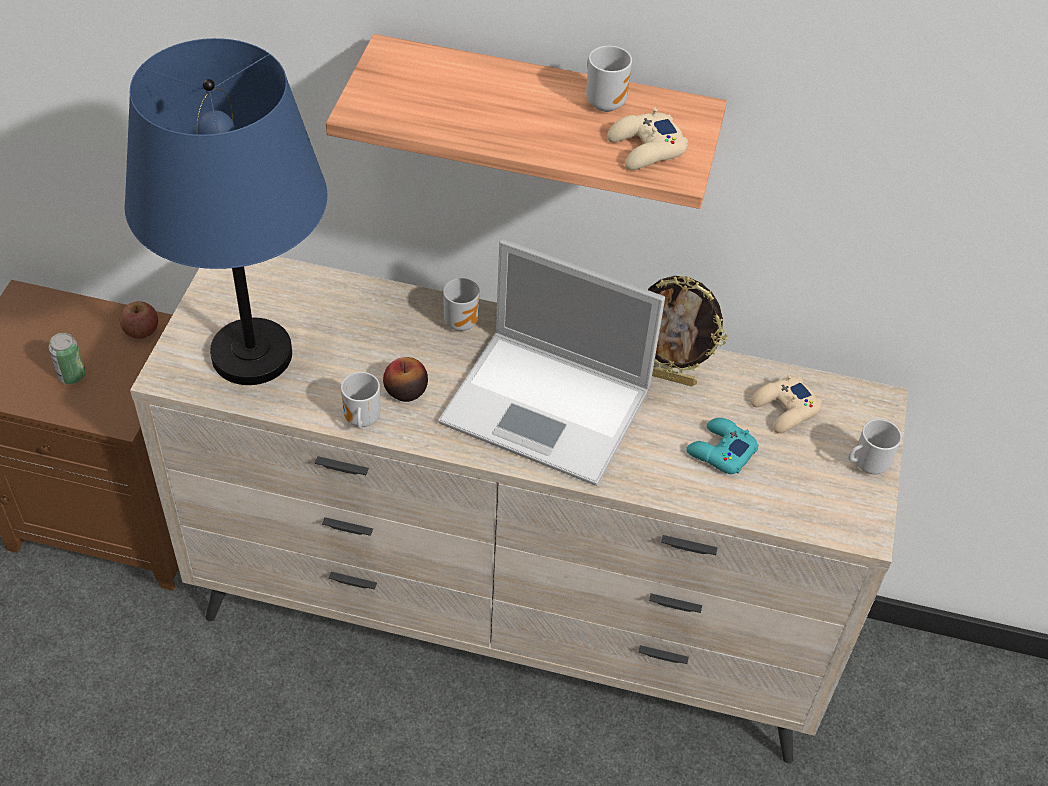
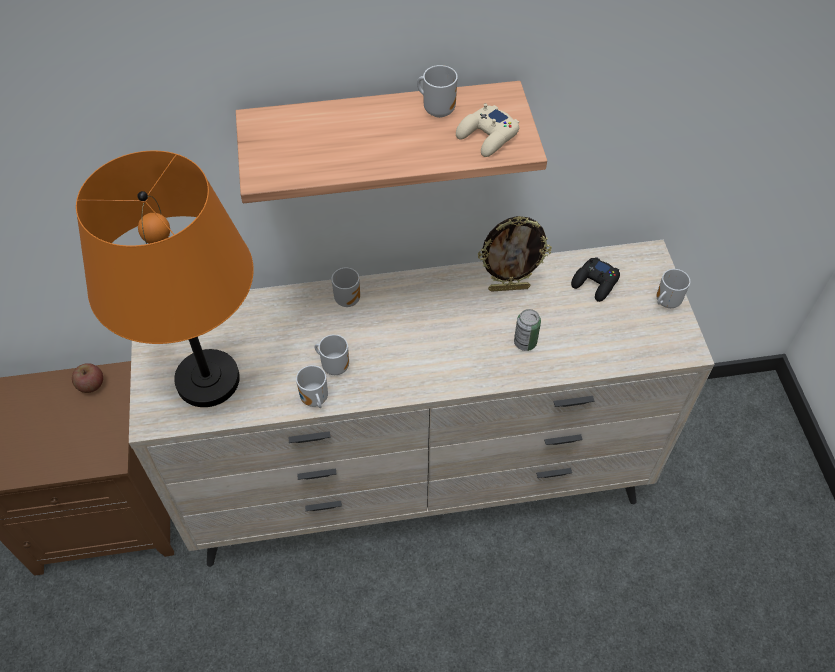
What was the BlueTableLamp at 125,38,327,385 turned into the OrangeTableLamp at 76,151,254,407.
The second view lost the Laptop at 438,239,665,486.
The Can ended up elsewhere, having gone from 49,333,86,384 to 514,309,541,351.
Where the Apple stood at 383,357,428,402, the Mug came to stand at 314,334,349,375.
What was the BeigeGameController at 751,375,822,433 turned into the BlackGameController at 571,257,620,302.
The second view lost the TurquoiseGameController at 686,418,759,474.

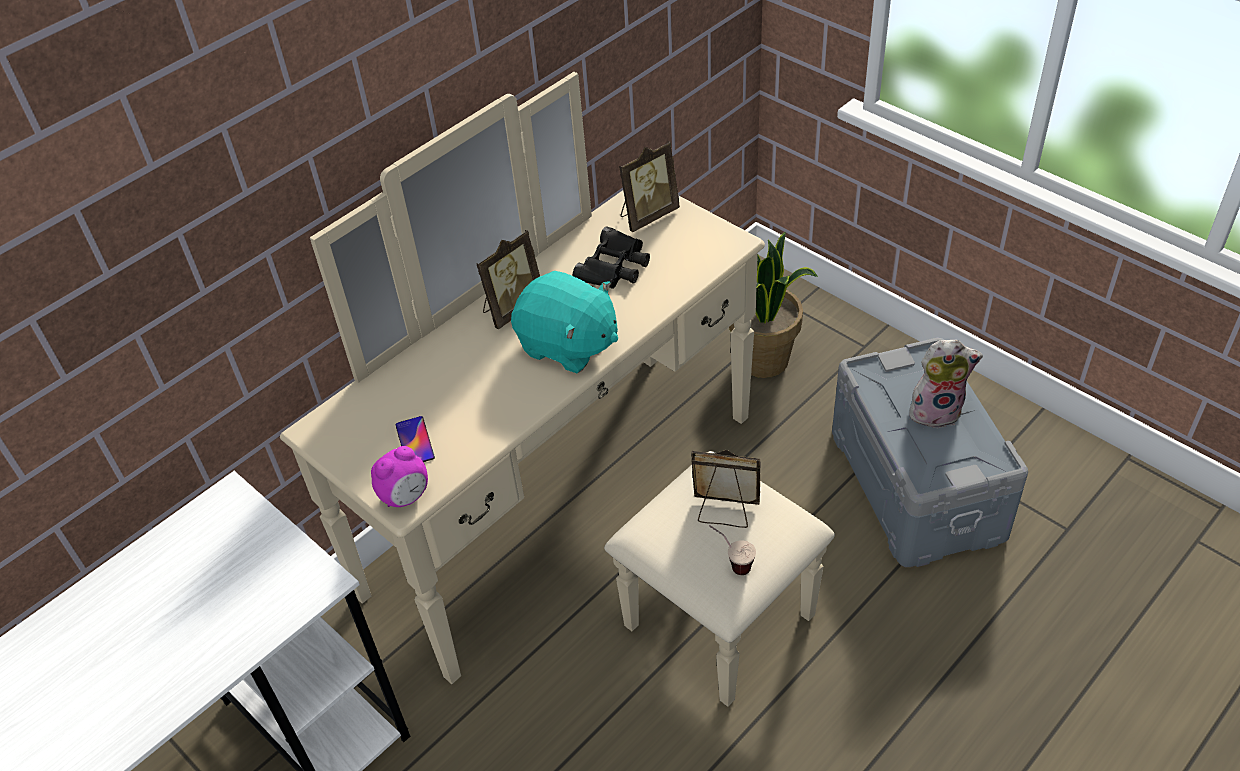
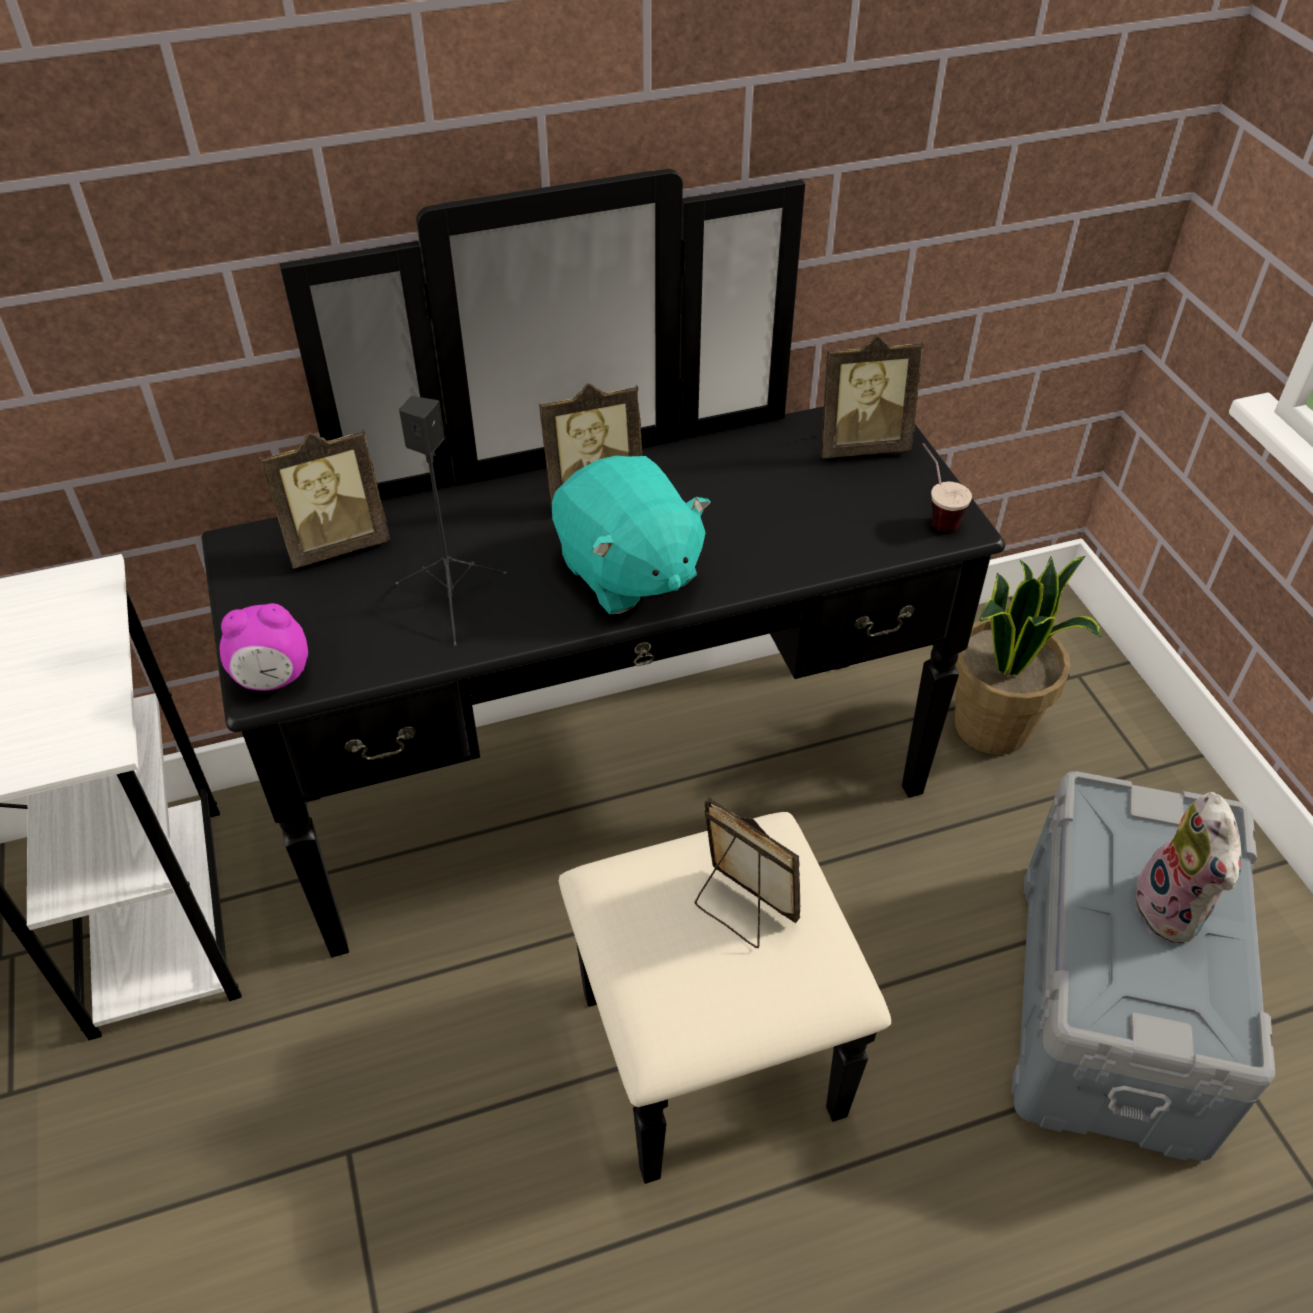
What was the BeigeDresser at 280,72,835,707 turned into the BlackDresser at 201,169,1005,1184.
The second view lost the BlackBinoculars at 573,226,650,289.
The PlushToy at 909,340,983,428 ended up facing another way, 60 degrees clockwise from before.
The second view lost the Phone at 396,416,435,462.
The Cup ended up elsewhere, having gone from 709,525,756,575 to 922,443,972,532.
The second view gained the BlackSpeaker at 395,396,507,647.
The second view gained the PictureFrame at 260,430,390,569.

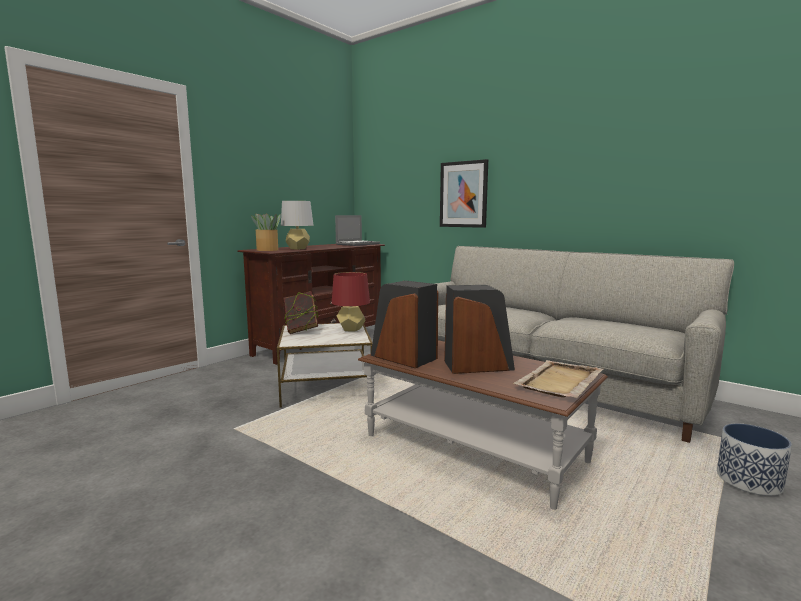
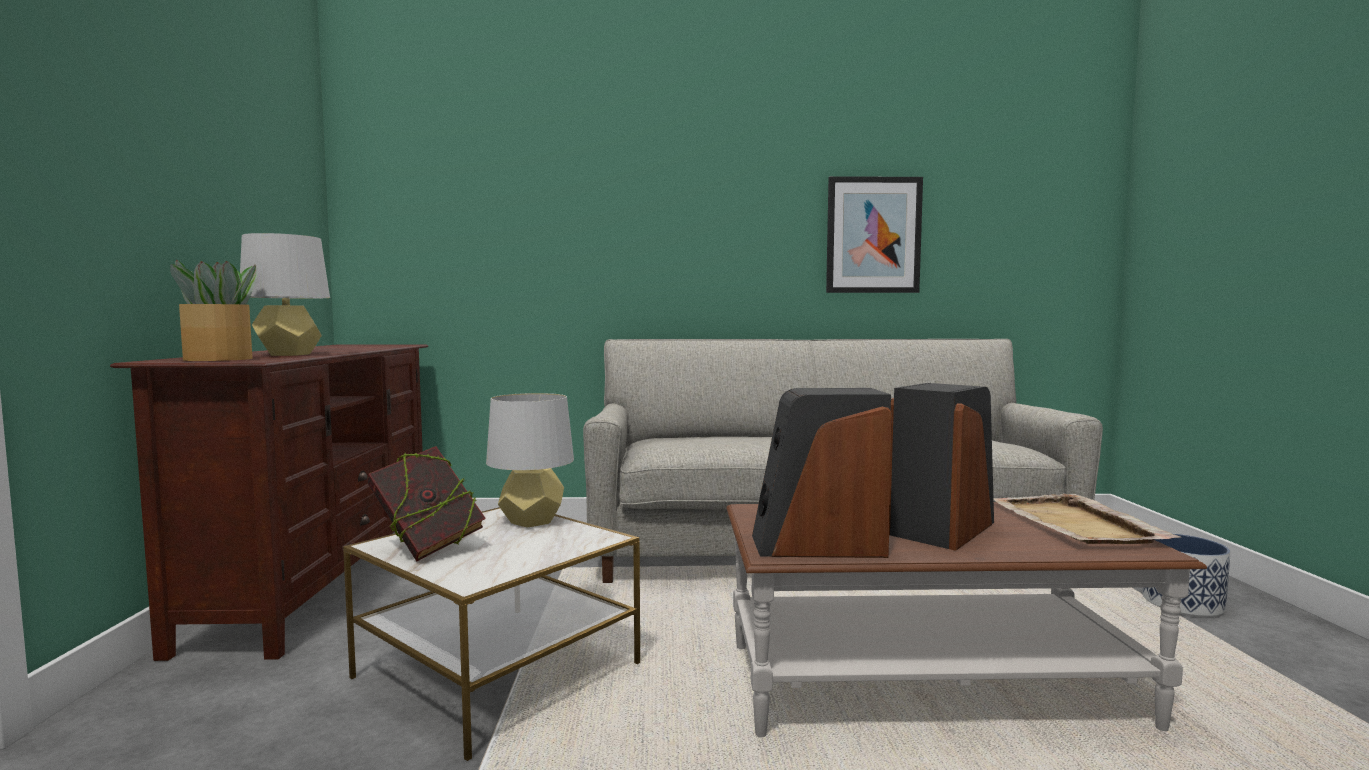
The Picture ended up elsewhere, having gone from 440,159,488,228 to 826,176,923,293.
The second view lost the Laptop at 335,215,380,246.
What was the RedTableLamp at 332,272,370,331 turned into the GreyTableLamp at 486,393,574,528.

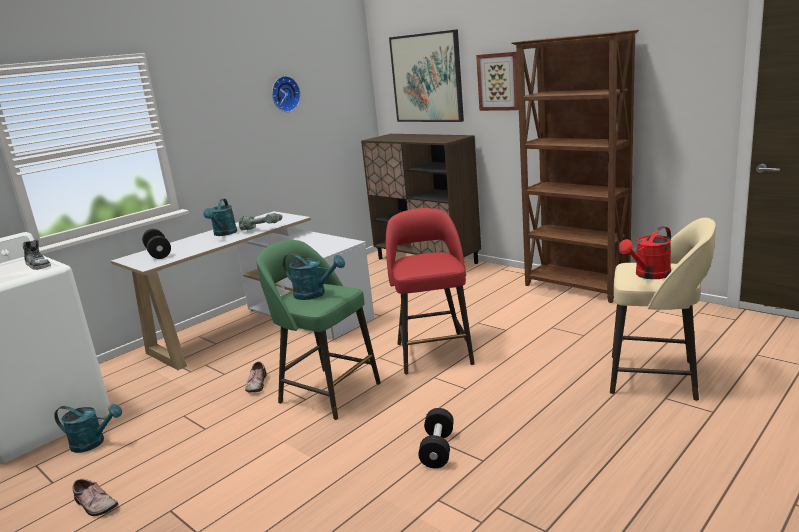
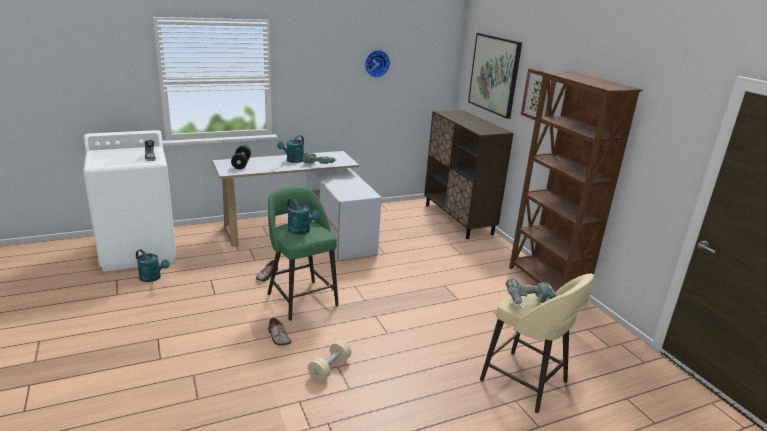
The second view lost the RedStool at 386,208,475,374.
Where the RedWateringCan stood at 619,226,671,279, the PowerDrill came to stand at 506,278,556,308.
What was the BlackDumbbell at 418,408,454,468 turned into the BeigeDumbbell at 308,340,351,381.
The Shoe ended up elsewhere, having gone from 72,479,119,516 to 268,318,291,346.

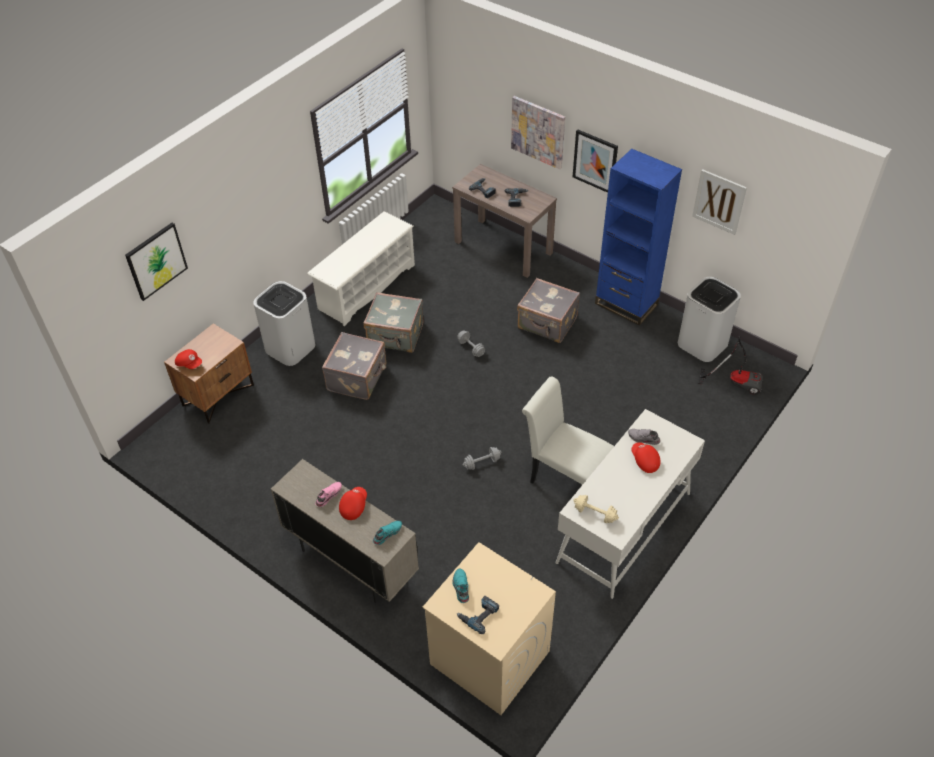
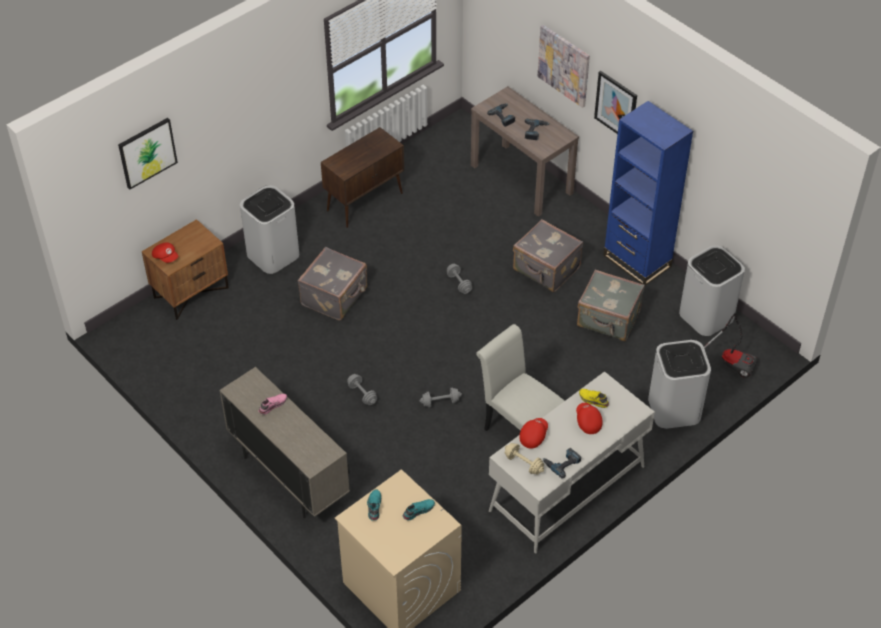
The second view lost the Picture at 692,169,747,235.
Where the WhiteShoeRack stood at 307,211,415,326, the BrownCabinet came to stand at 321,127,404,228.
The GreySuitcase ended up elsewhere, having gone from 364,292,424,353 to 577,270,645,341.
What was the GreyShoe at 628,429,660,445 turned into the YellowShoe at 579,389,609,408.
The RedCap ended up elsewhere, having gone from 339,487,367,520 to 519,418,548,449.
The TurquoiseShoe ended up elsewhere, having gone from 373,521,402,545 to 403,499,435,520.
The PowerDrill ended up elsewhere, having gone from 457,596,499,634 to 543,448,581,479.
The second view gained the WhiteTrashCan at 648,340,711,429.
The second view gained the GreyDumbbell at 347,374,377,405.

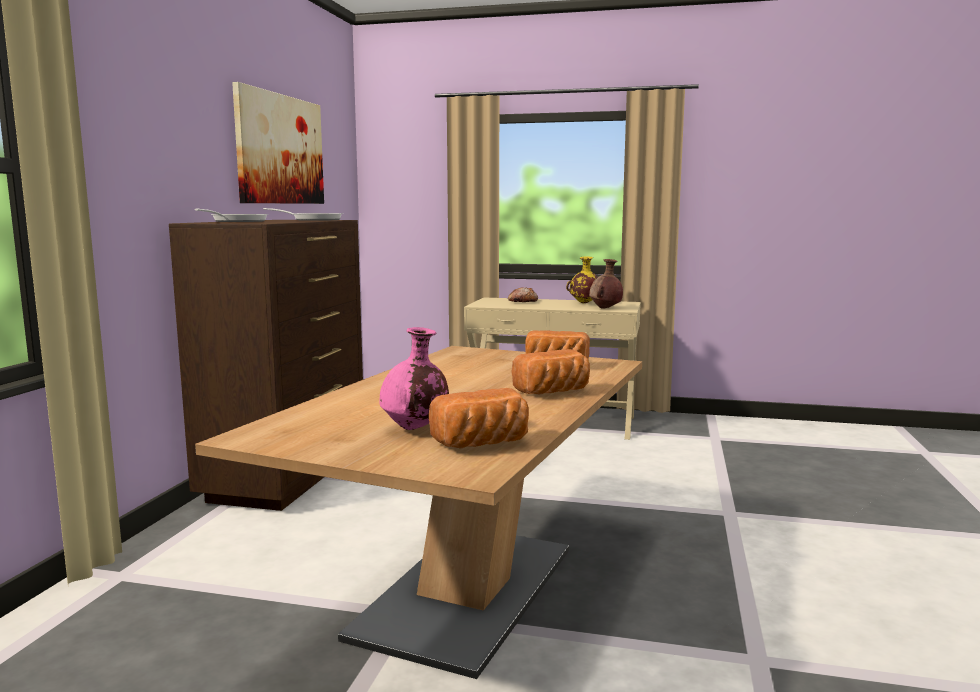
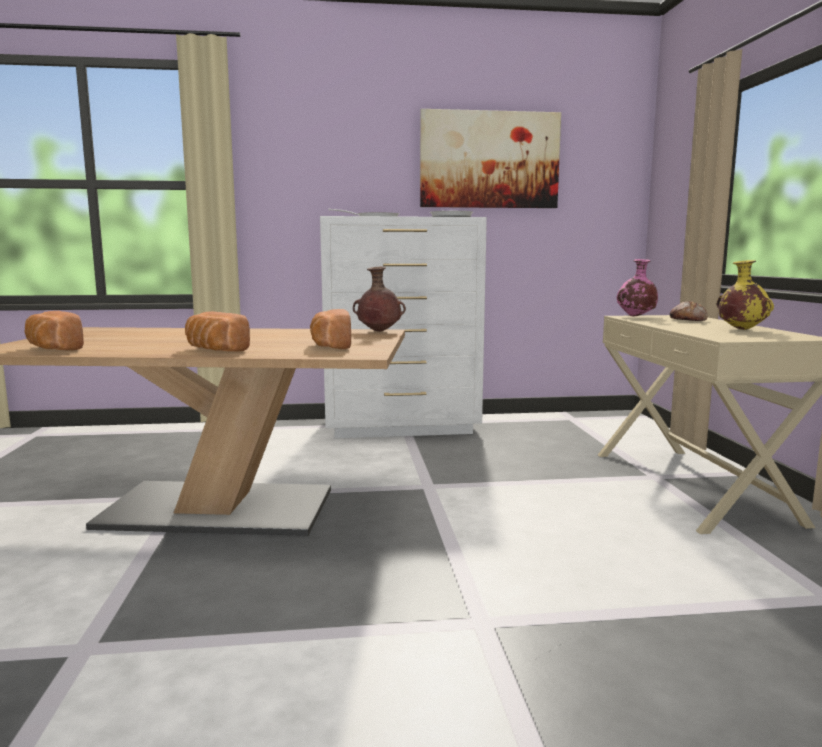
What was the BrownDresser at 169,220,363,511 turned into the WhiteDresser at 320,216,487,438.
The BrownVase ended up elsewhere, having gone from 589,259,623,309 to 353,267,406,332.
The PinkVase ended up elsewhere, having gone from 380,327,449,430 to 617,259,658,317.

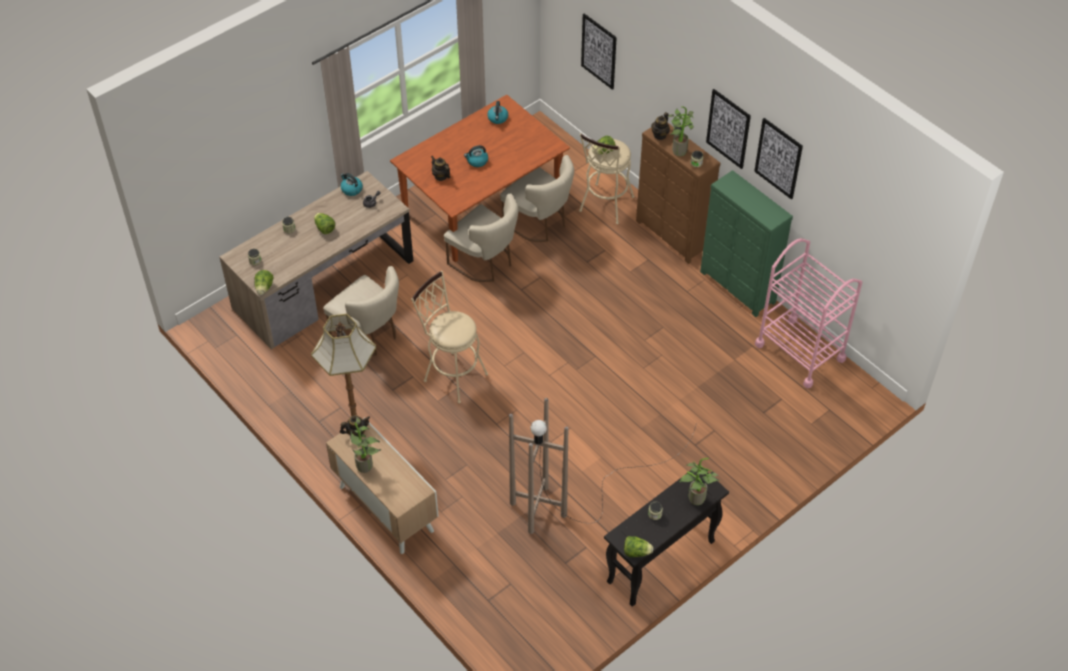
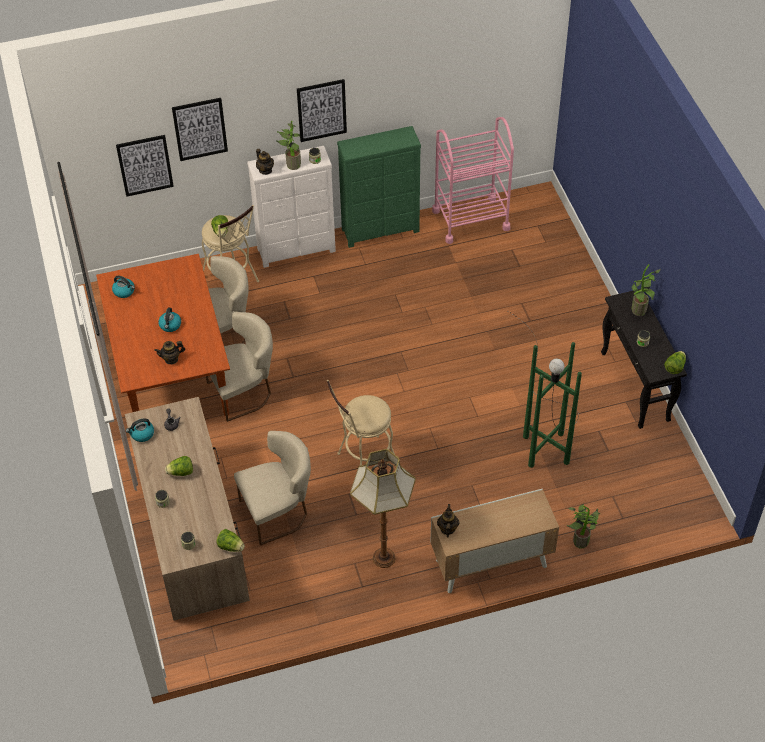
The Picture ended up elsewhere, having gone from 754,118,803,200 to 172,98,228,161.
What was the BrownDresser at 636,122,721,264 turned into the WhiteDresser at 247,146,336,268.
What was the BrownFloorLamp at 509,398,697,534 turned into the GreenFloorLamp at 509,312,582,468.
The PottedPlant ended up elsewhere, having gone from 350,417,381,473 to 567,504,600,549.

